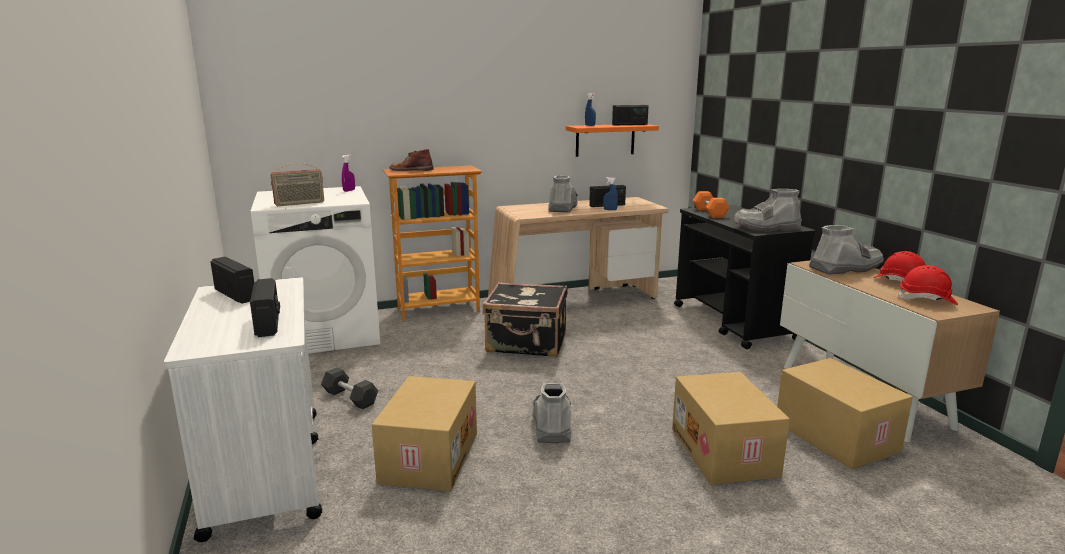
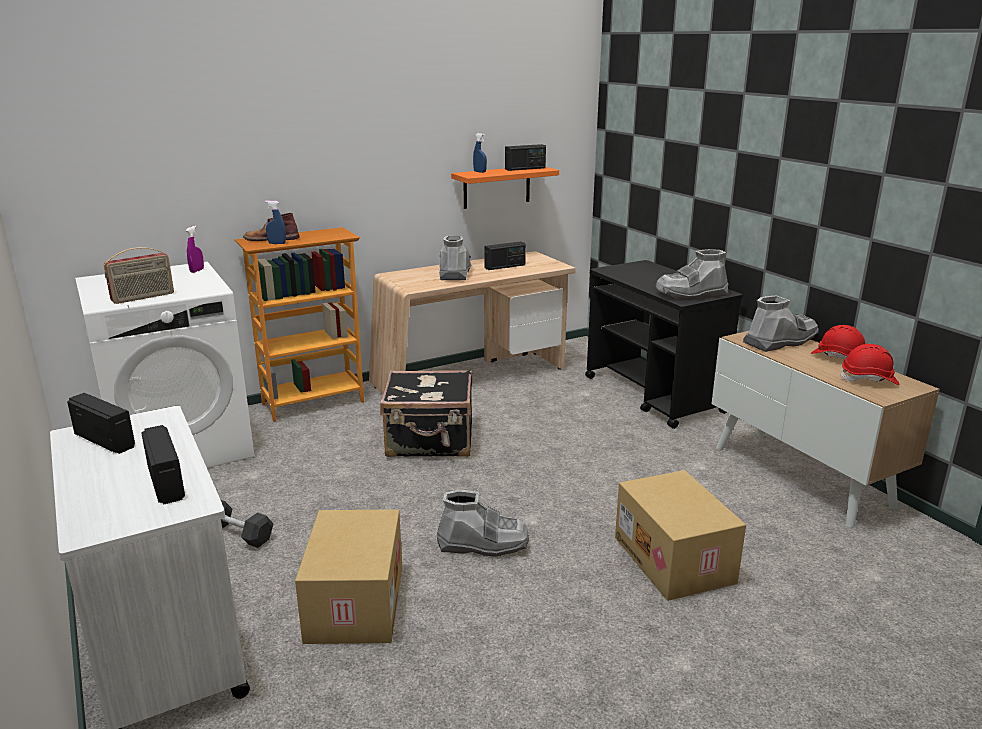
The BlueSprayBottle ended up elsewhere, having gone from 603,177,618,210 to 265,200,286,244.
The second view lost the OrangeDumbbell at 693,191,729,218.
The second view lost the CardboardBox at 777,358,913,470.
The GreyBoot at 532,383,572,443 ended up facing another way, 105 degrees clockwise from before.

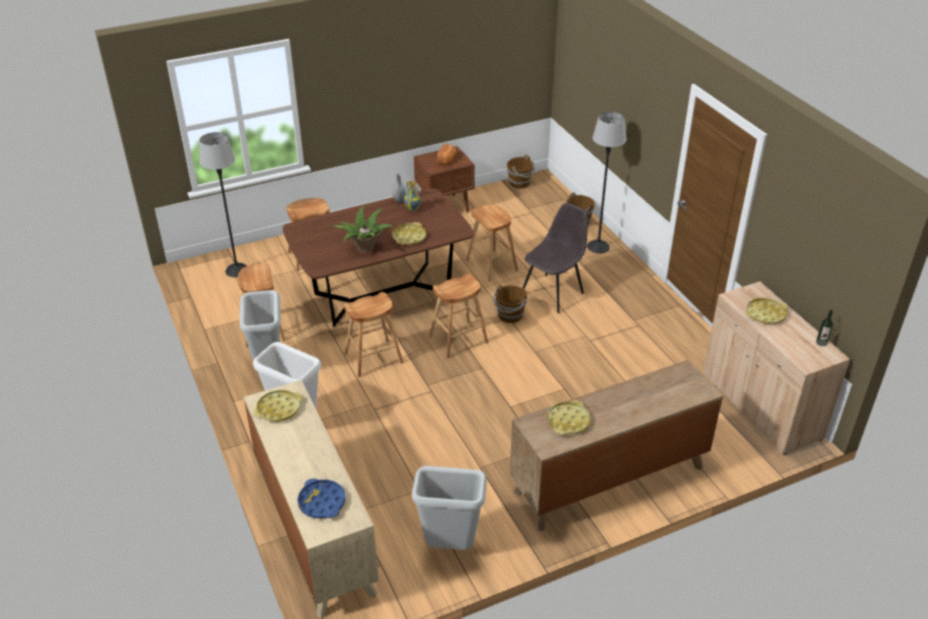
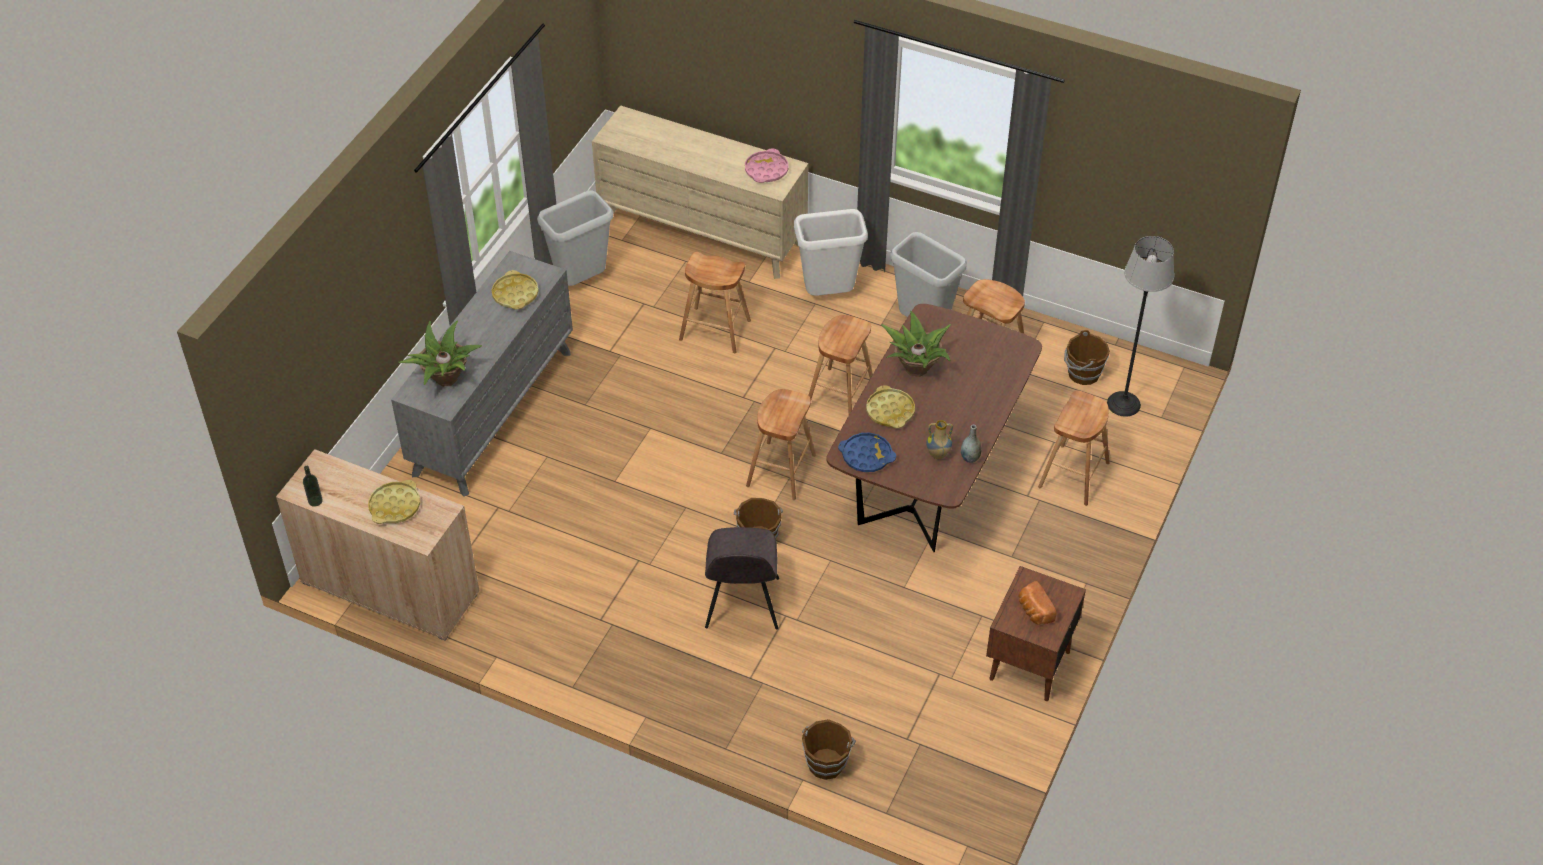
The second view lost the FloorLamp at 587,111,626,253.
The BrownBucket ended up elsewhere, having gone from 507,155,535,189 to 1064,330,1110,385.
The BrownStool ended up elsewhere, having gone from 466,204,518,282 to 679,252,751,353.
What was the BrownDresser at 510,360,723,531 turned into the GreyDresser at 391,251,573,497.
What was the YellowTray at 253,390,303,422 turned into the PinkTray at 745,149,788,183.
The BlueTray ended up elsewhere, having gone from 297,478,346,518 to 838,432,896,472.
The second view gained the PottedPlant at 399,321,482,387.

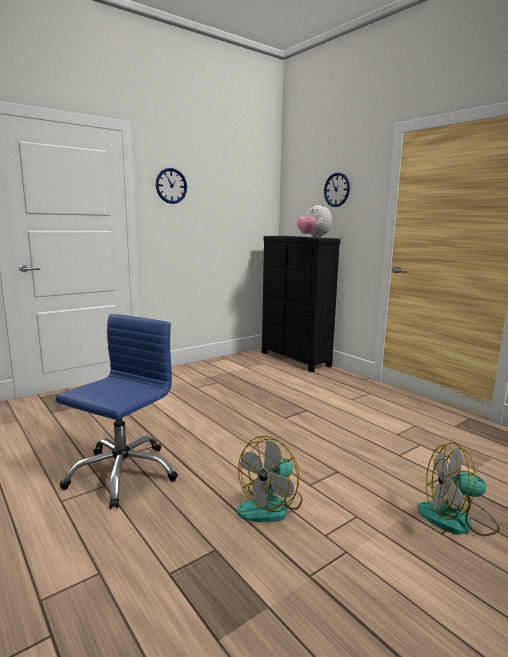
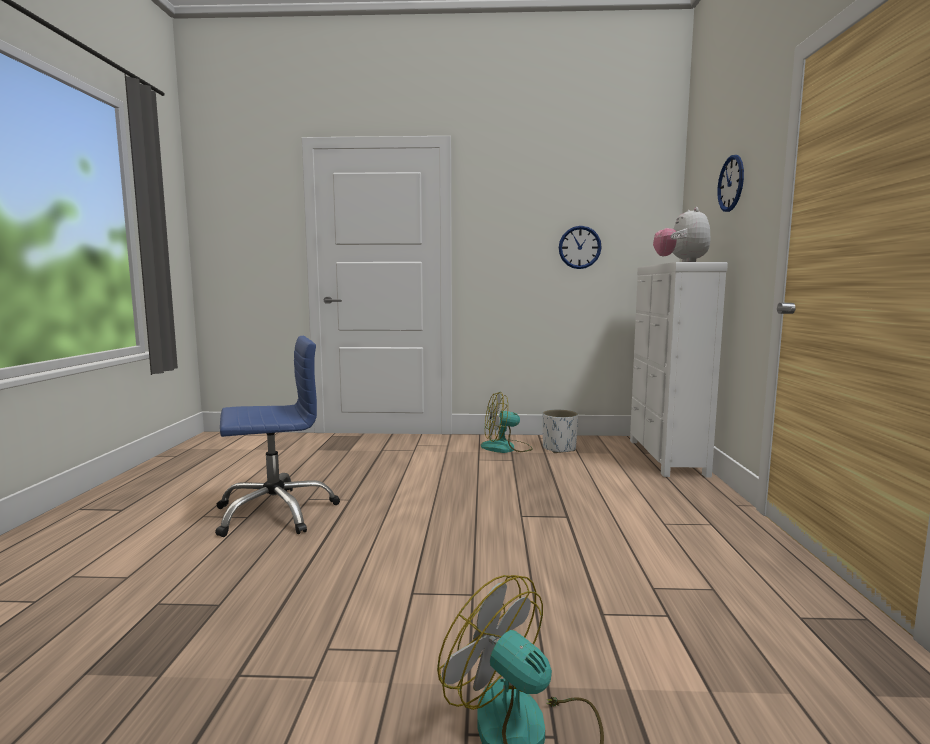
The WallClock ended up elsewhere, having gone from 156,168,187,204 to 559,226,602,269.
What was the BlackDresser at 262,236,340,372 turned into the WhiteDresser at 630,262,728,478.
The Fan ended up elsewhere, having gone from 237,436,302,522 to 481,392,533,453.
The second view gained the WhitePlanter at 542,410,578,453.

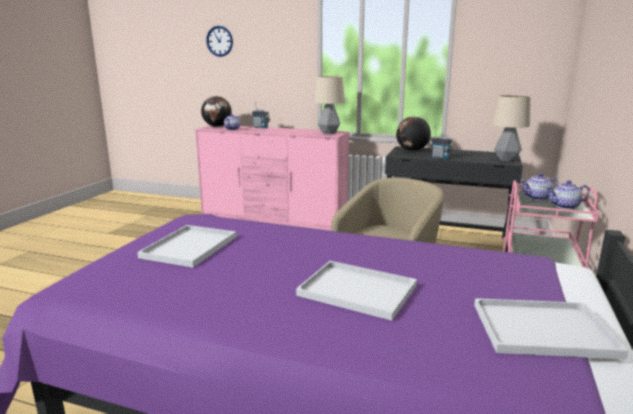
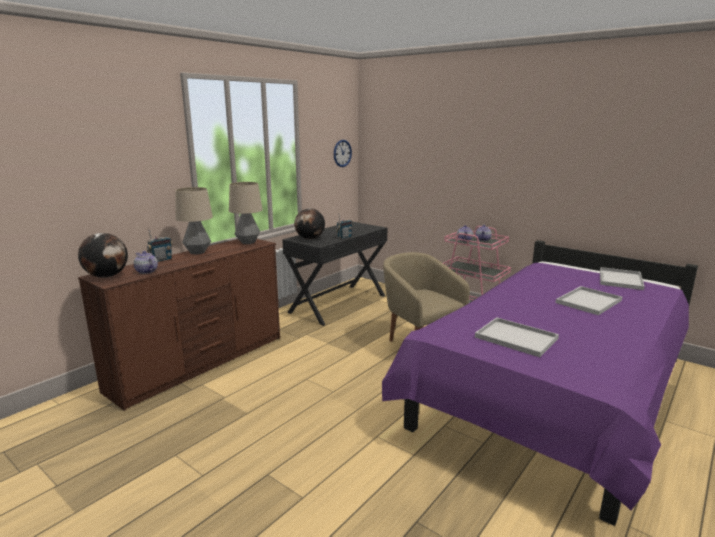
The WallClock ended up elsewhere, having gone from 206,26,233,57 to 334,140,352,167.
The TableLamp ended up elsewhere, having gone from 492,95,531,162 to 175,187,213,255.
What was the PinkDresser at 195,125,350,231 turned into the BrownDresser at 78,239,280,411.

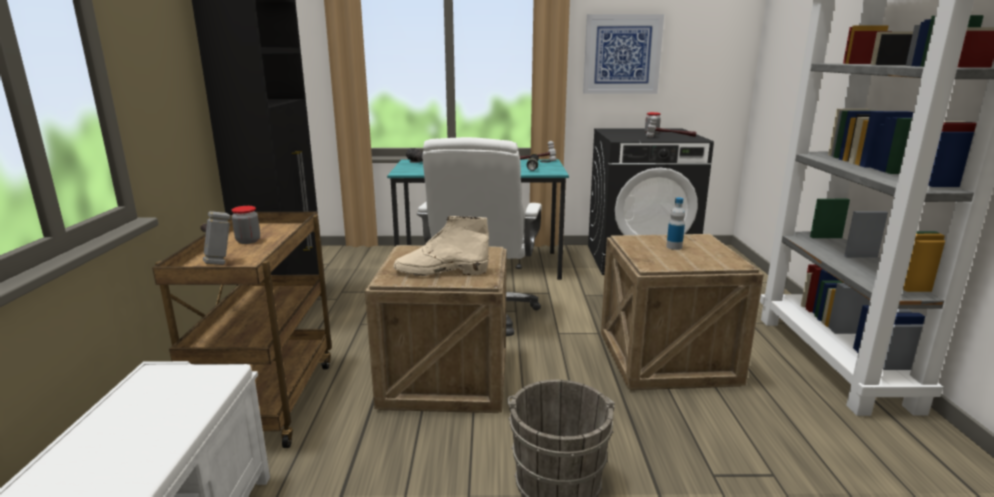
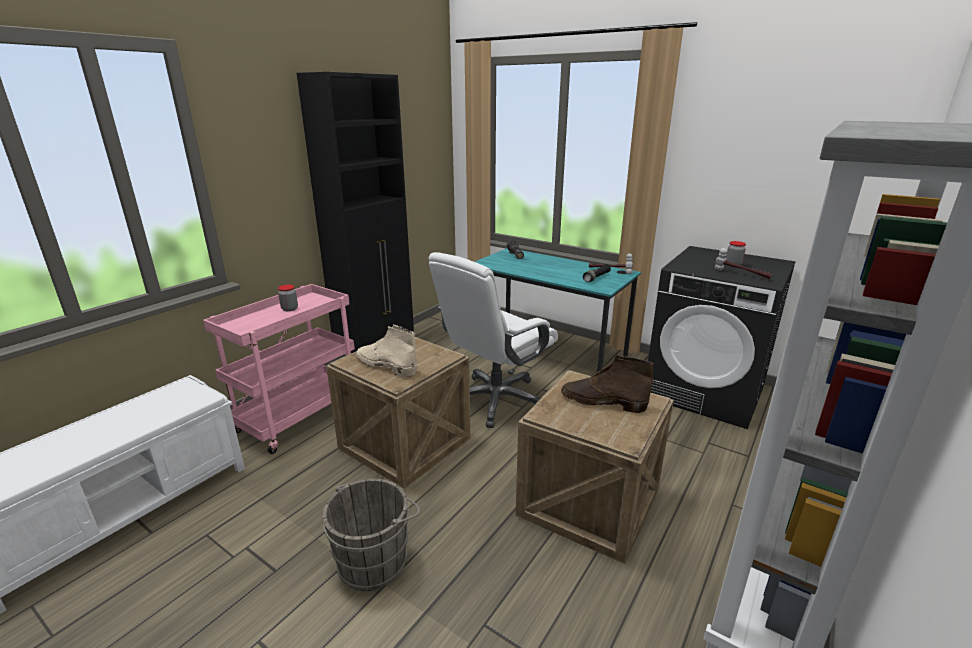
The second view lost the Picture at 583,14,664,94.
Where the Bottle stood at 666,197,685,250, the BrownBoot came to stand at 561,355,654,413.
The second view lost the Hammer at 200,211,231,265.
What was the BrownCart at 152,212,332,448 turned into the PinkCart at 203,284,355,454.

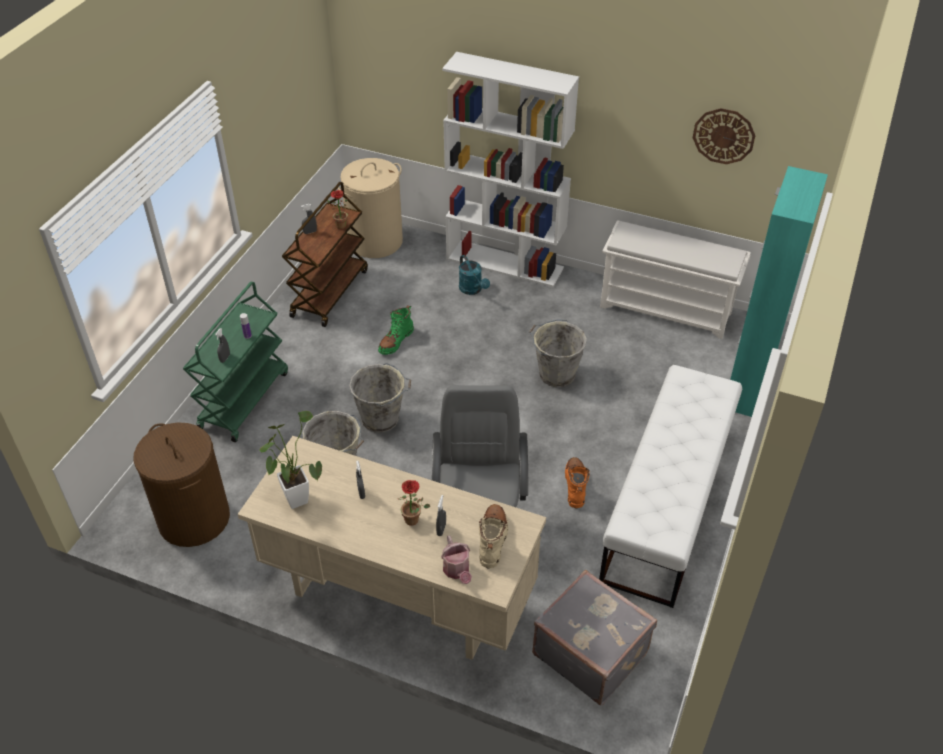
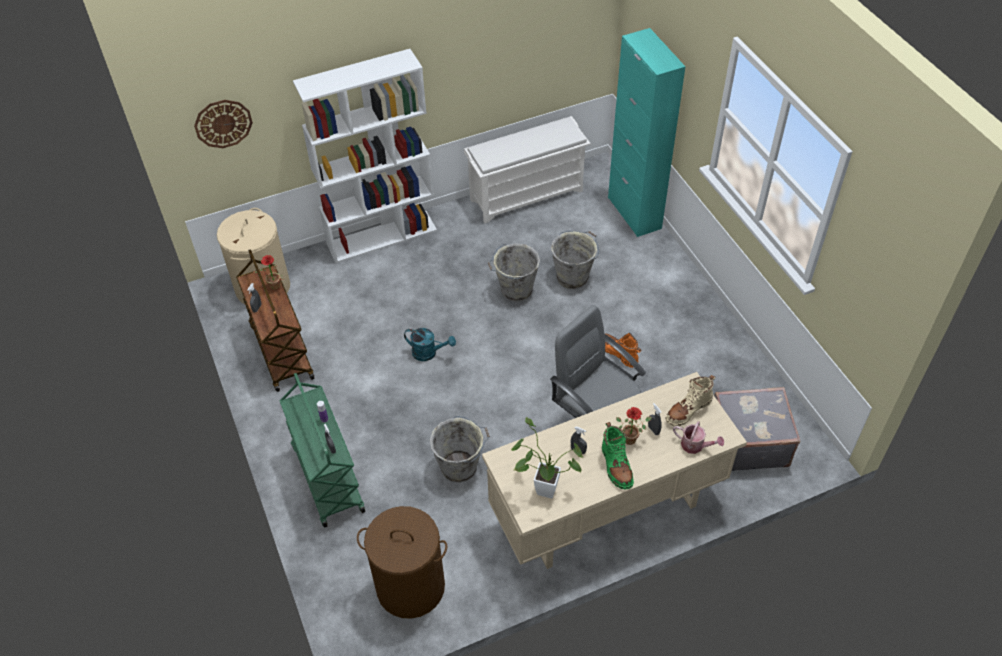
The WallClock ended up elsewhere, having gone from 693,108,755,164 to 194,100,253,148.
The TurquoiseWateringCan ended up elsewhere, having gone from 459,255,490,295 to 404,328,456,361.
The GreenBoot ended up elsewhere, having gone from 378,306,414,355 to 602,422,634,489.
The GreyBucket ended up elsewhere, having gone from 349,363,411,433 to 551,231,599,289.
The second view lost the WhiteBench at 599,365,742,608.
The BeigeBoot at 479,504,508,568 ended up facing another way, 90 degrees counterclockwise from before.

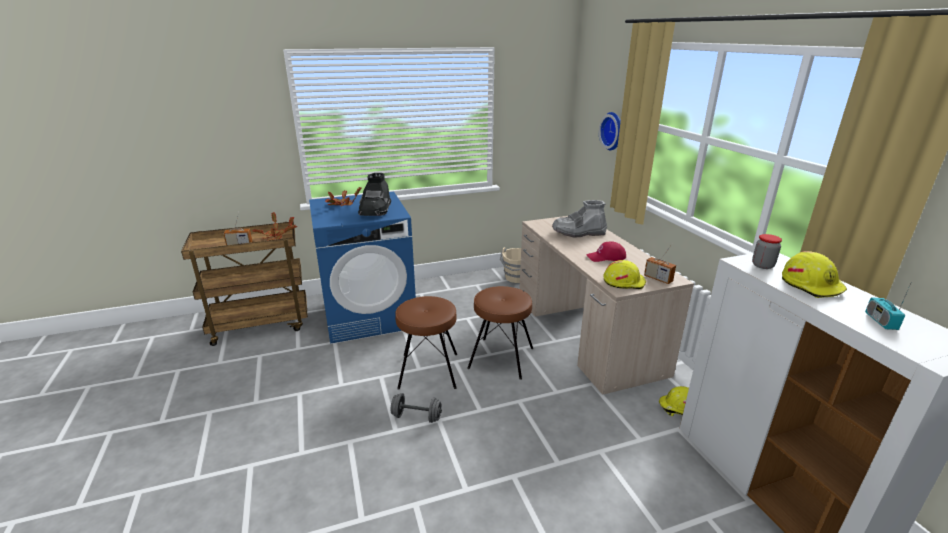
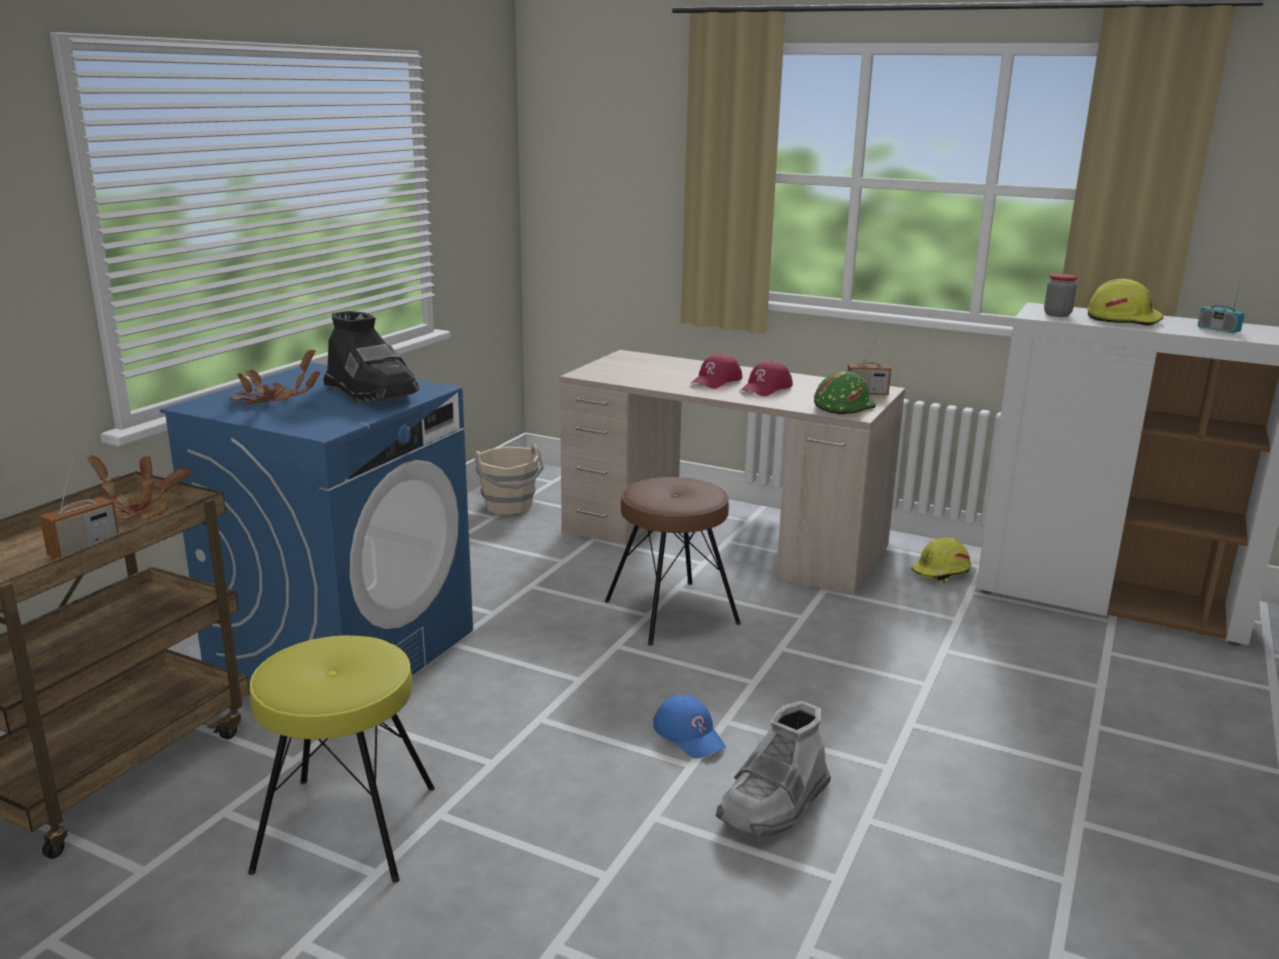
The second view lost the WallClock at 599,112,621,150.
The GreyBoot ended up elsewhere, having gone from 552,200,607,238 to 716,701,831,837.
What was the YellowHardHat at 603,260,646,289 turned into the GreenHardHat at 814,371,876,414.
The second view lost the BrownStool at 395,296,457,390.
Where the GreyDumbbell stood at 391,393,442,423, the BlueCap came to stand at 653,695,726,758.
The second view gained the RedCap at 691,354,742,389.
The second view gained the YellowStool at 248,635,435,883.

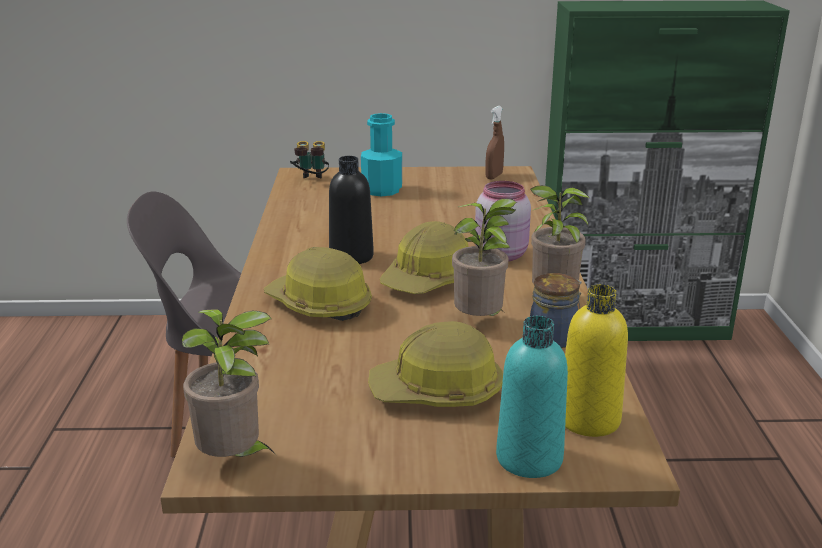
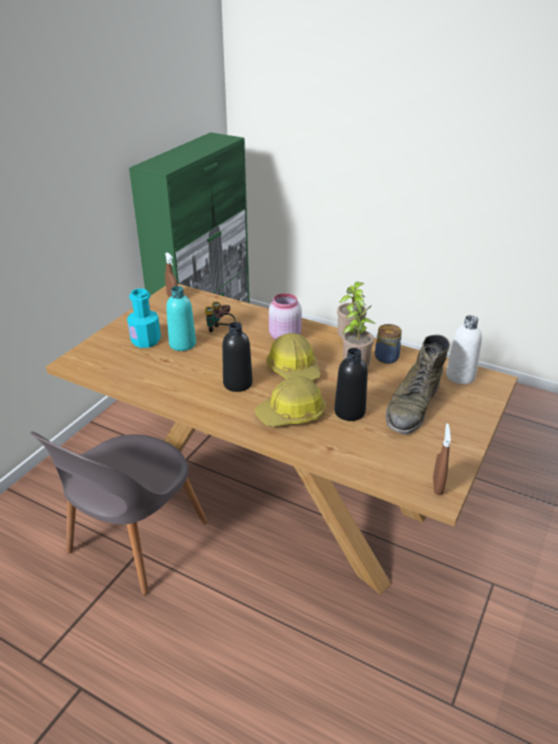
The Binoculars ended up elsewhere, having gone from 290,141,329,178 to 205,301,236,332.
What was the YellowBottle at 565,284,628,437 turned into the WhiteBottle at 446,315,482,384.
Where the PottedPlant stood at 182,309,276,457, the BrownSprayBottle came to stand at 433,424,451,495.
The TurquoiseBottle ended up elsewhere, having gone from 496,316,568,478 to 166,286,196,351.
Where the HardHat stood at 368,321,503,407, the GreenBoot came to stand at 386,335,450,435.
The second view gained the BlackBottle at 334,348,368,421.

